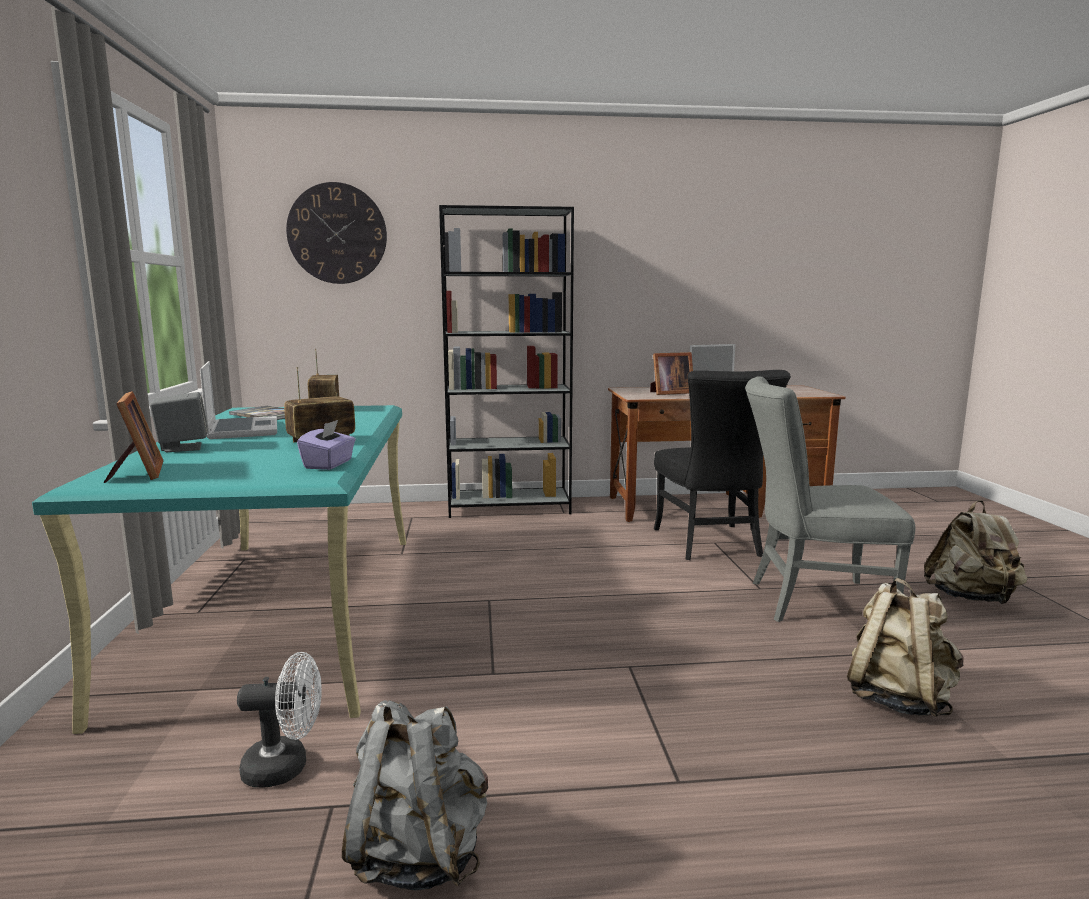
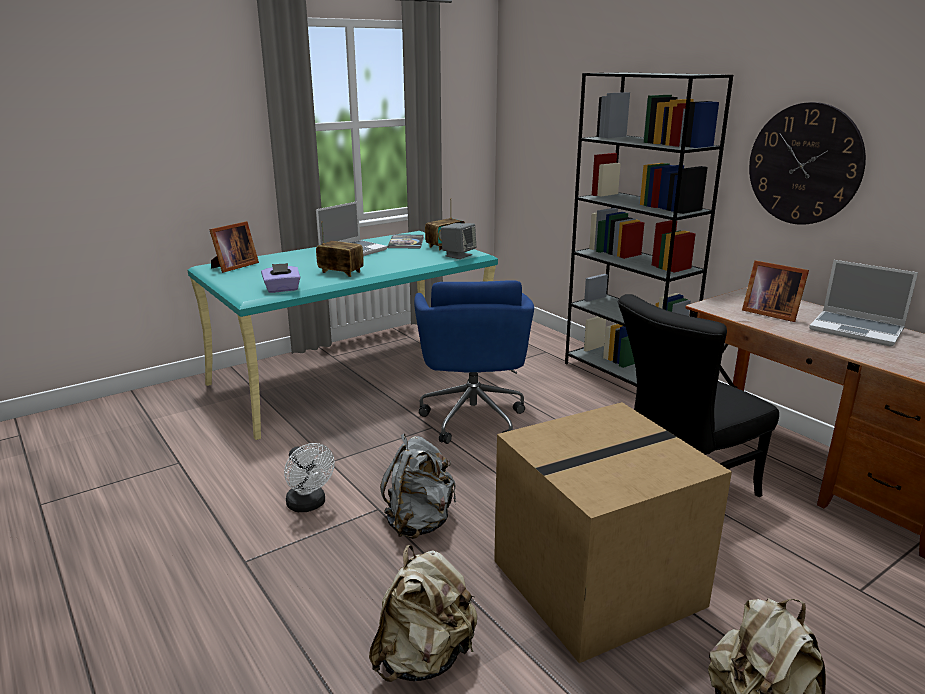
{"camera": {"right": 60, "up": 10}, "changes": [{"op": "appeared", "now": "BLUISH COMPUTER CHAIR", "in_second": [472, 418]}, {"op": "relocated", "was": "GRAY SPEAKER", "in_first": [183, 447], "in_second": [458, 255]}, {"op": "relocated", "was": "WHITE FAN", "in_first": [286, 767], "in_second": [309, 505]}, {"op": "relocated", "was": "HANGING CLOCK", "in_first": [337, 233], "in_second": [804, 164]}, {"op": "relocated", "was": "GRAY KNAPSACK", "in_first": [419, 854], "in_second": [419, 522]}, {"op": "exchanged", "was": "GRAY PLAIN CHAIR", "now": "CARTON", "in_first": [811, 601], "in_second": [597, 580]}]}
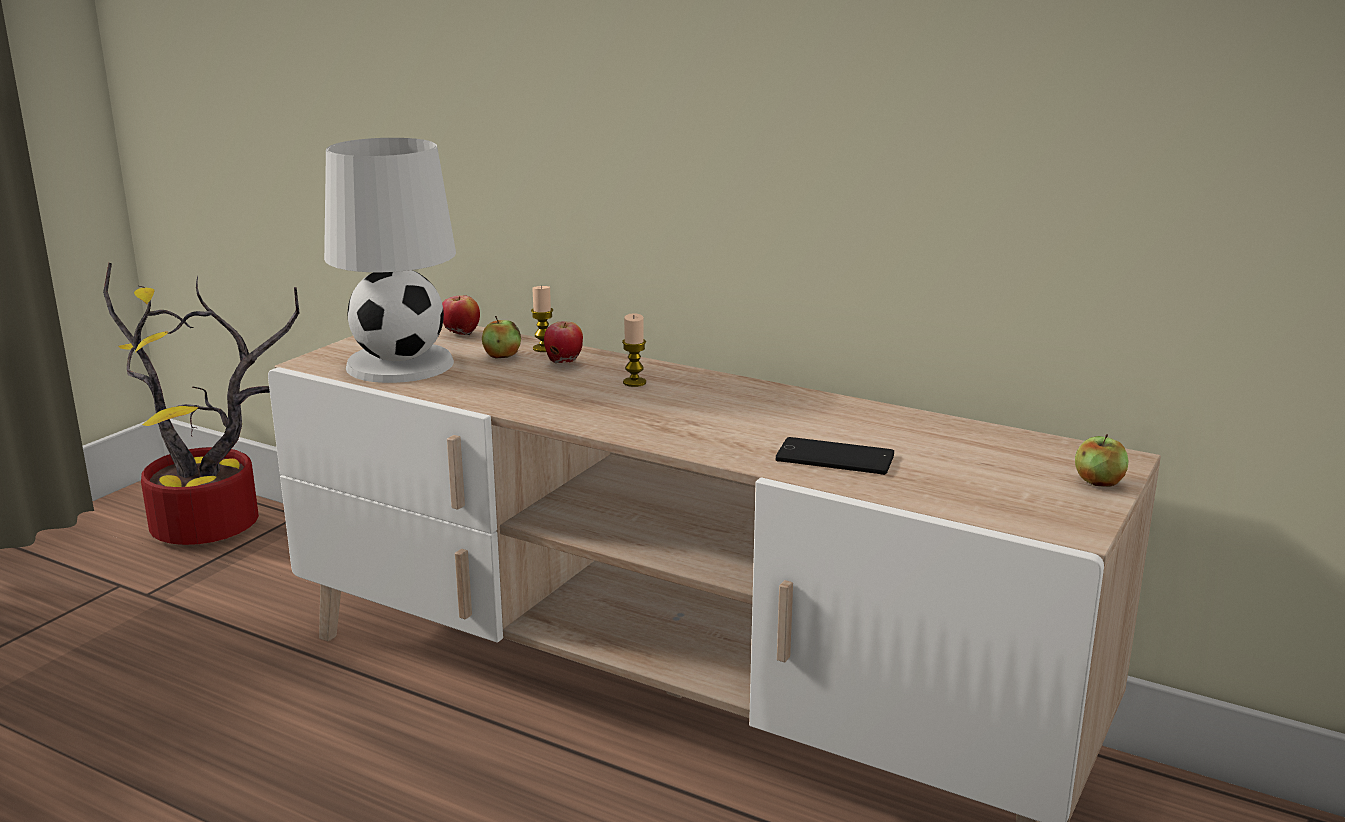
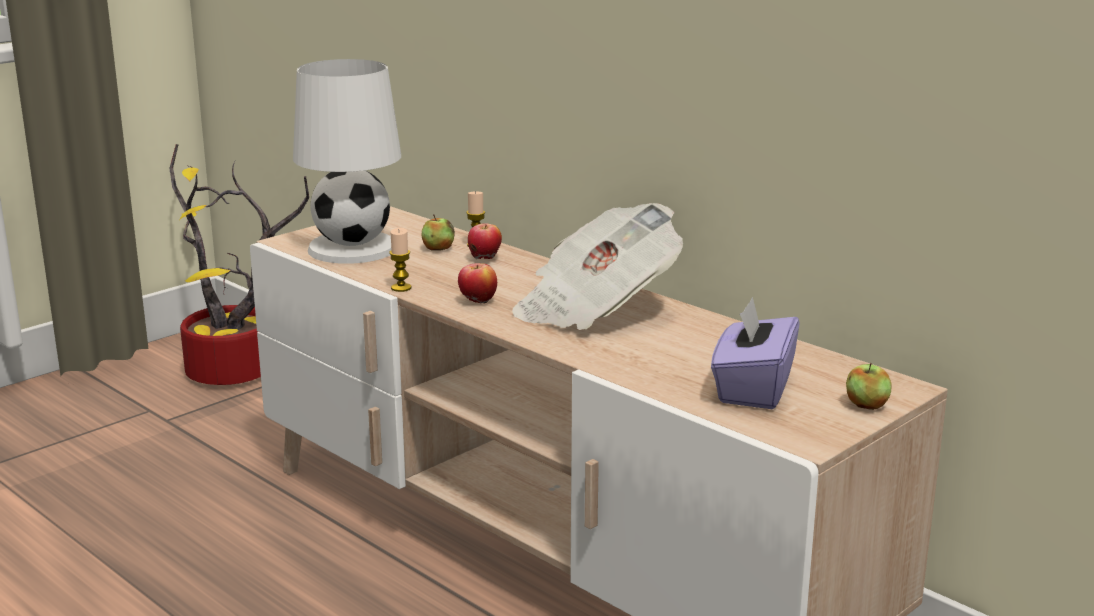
{"camera": {"right": 15, "up": 0}, "changes": [{"op": "missing", "was": "TELEPHONE", "in_first": [835, 458]}, {"op": "appeared", "now": "PRINTED PAPER", "in_second": [595, 308]}, {"op": "appeared", "now": "PURPLISH TISSUE HOLDER", "in_second": [752, 389]}, {"op": "relocated", "was": "APPLE FRUIT", "in_first": [461, 334], "in_second": [478, 302]}, {"op": "relocated", "was": "CANDLE", "in_first": [634, 382], "in_second": [401, 288]}]}
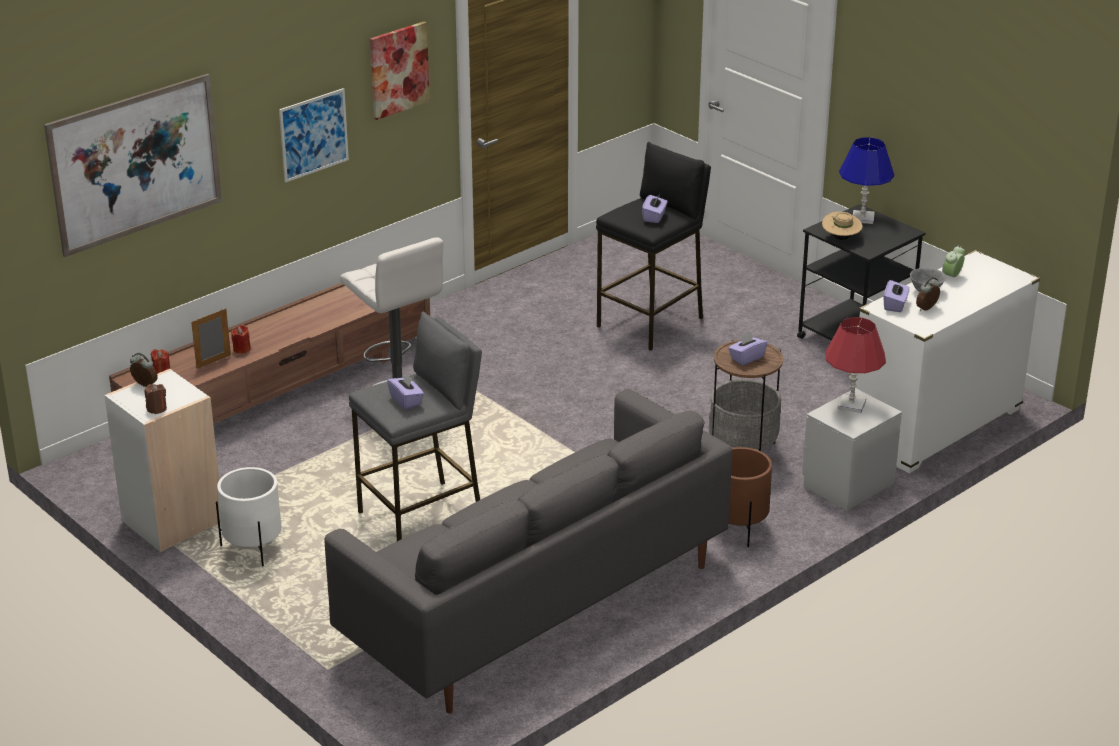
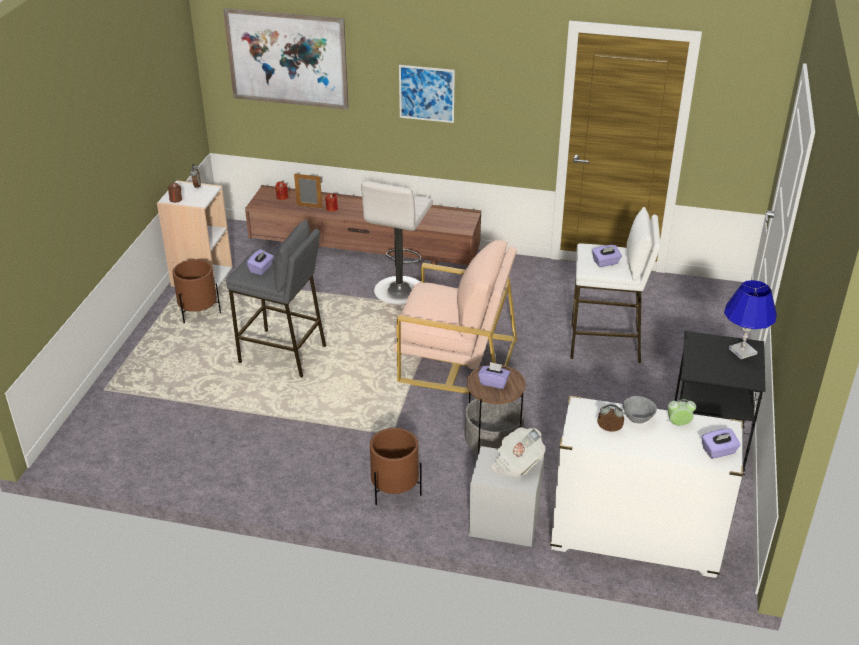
{"camera": {"right": 55, "up": 5}, "changes": [{"op": "missing", "was": "GRAY COUCH", "in_first": [534, 604]}, {"op": "missing", "was": "WALL ART", "in_first": [398, 70]}, {"op": "missing", "was": "BEIGE-COLOURED HAT", "in_first": [841, 238]}, {"op": "appeared", "now": "BEIGE-COLOURED ARMCHAIR", "in_second": [456, 359]}, {"op": "relocated", "was": "PURPLISH TISSUE HOLDER", "in_first": [895, 305], "in_second": [719, 451]}, {"op": "exchanged", "was": "REDDISH LAMP FOR A TABLE", "now": "PRINTED PAPER", "in_first": [851, 405], "in_second": [516, 463]}, {"op": "colour", "was": "WHITE FLOWER POT", "now": "BROWN-COLOURED FLOWER POT", "in_first": [253, 549], "in_second": [199, 313]}, {"op": "colour", "was": "BLACK-COLOURED SITTING STOOL", "now": "WHITE SITTING STOOL", "in_first": [651, 322], "in_second": [605, 344]}]}
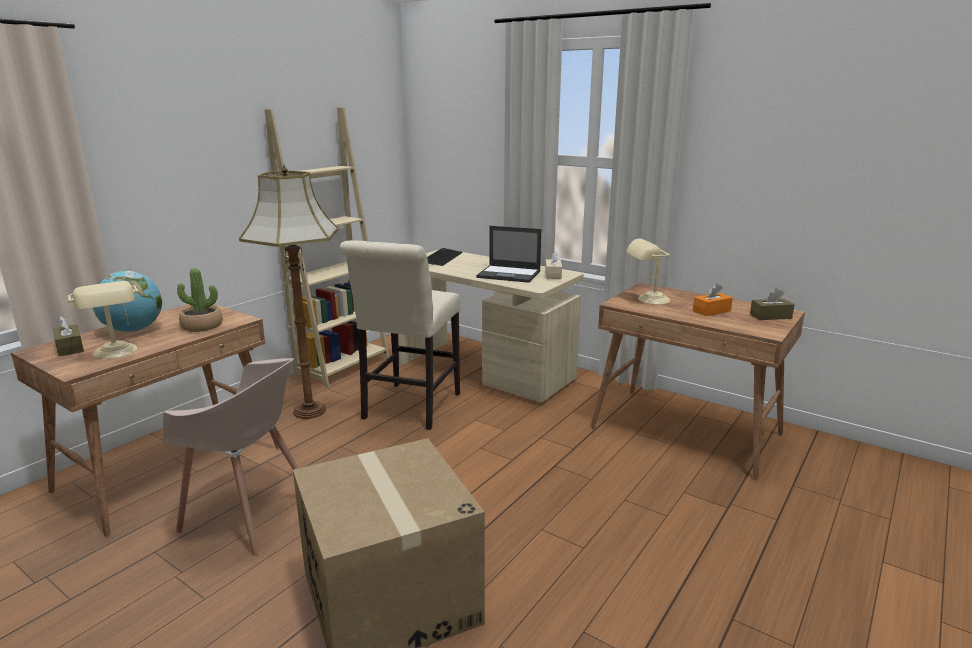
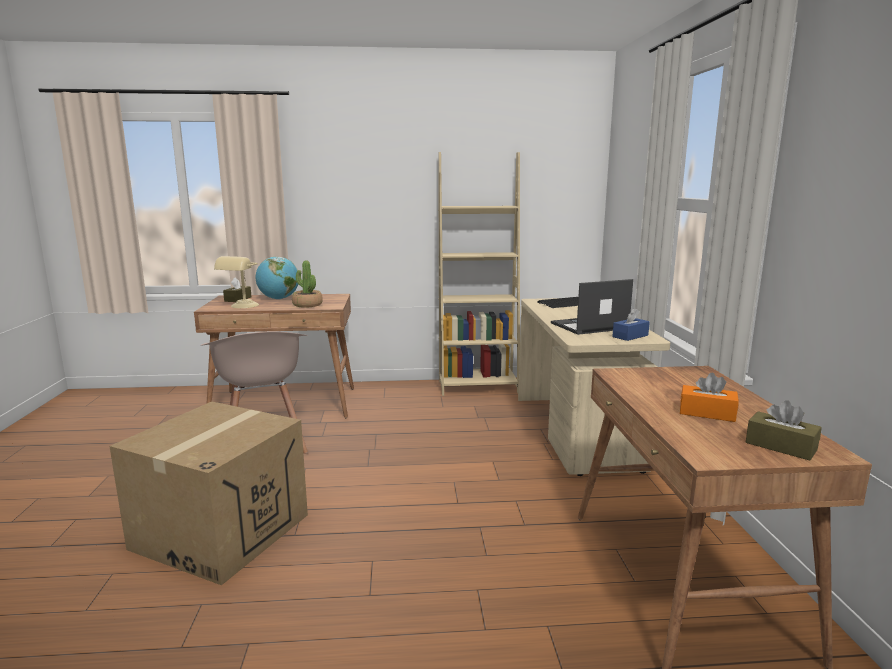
{"camera": {"right": 50, "up": -5}, "changes": [{"op": "missing", "was": "STANDARD LAMP", "in_first": [308, 411]}, {"op": "missing", "was": "BEIGE-COLOURED SITTING STOOL", "in_first": [408, 409]}, {"op": "missing", "was": "BEIGE-COLOURED LAMP FOR A TABLE", "in_first": [648, 300]}, {"op": "colour", "was": "BEIGE-COLOURED TISSUE HOLDER", "now": "BLUISH TISSUE HOLDER", "in_first": [553, 275], "in_second": [630, 336]}, {"op": "spun", "was": "PORTABLE COMPUTER", "in_first": [509, 274], "in_second": [588, 326], "clockwise": 90}]}
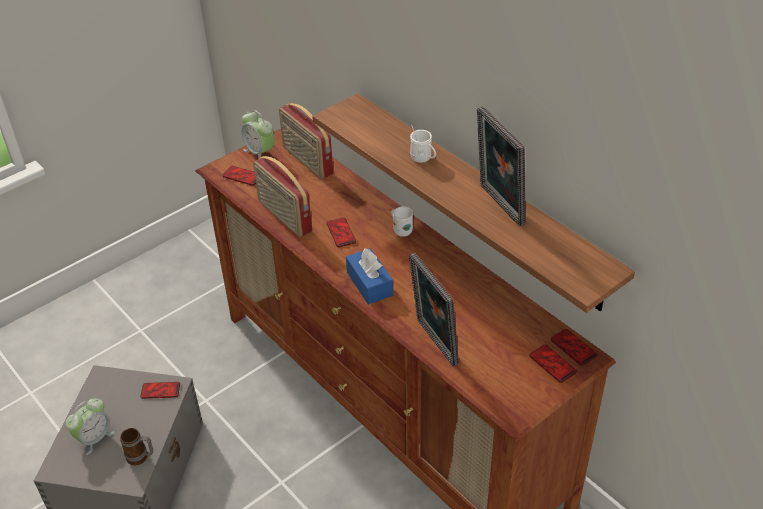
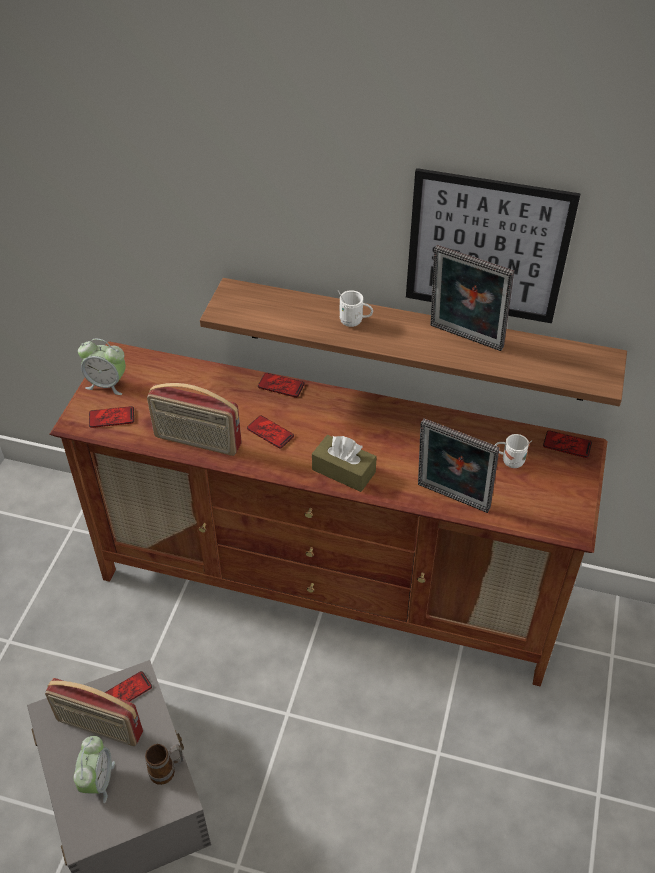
{"camera": {"right": -35, "up": 5}, "changes": [{"op": "appeared", "now": "WALL ART", "in_second": [487, 247]}, {"op": "relocated", "was": "RADIO RECEIVER", "in_first": [307, 161], "in_second": [99, 727]}, {"op": "relocated", "was": "WHITE TEA MUG", "in_first": [401, 230], "in_second": [509, 460]}, {"op": "relocated", "was": "TELEPHONE", "in_first": [552, 364], "in_second": [281, 386]}, {"op": "colour", "was": "BLUISH TISSUE HOLDER", "now": "BROWN-COLOURED TISSUE HOLDER", "in_first": [369, 284], "in_second": [343, 471]}]}
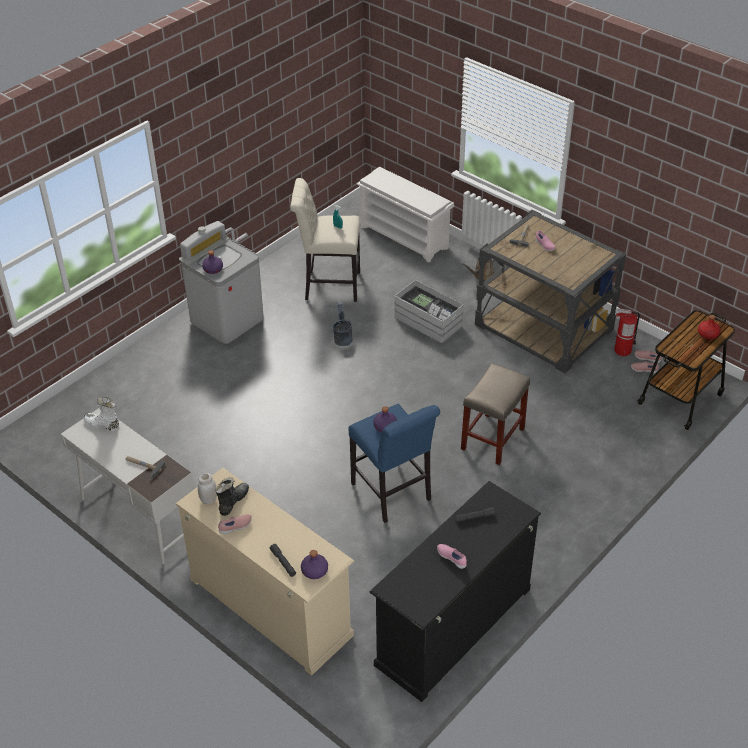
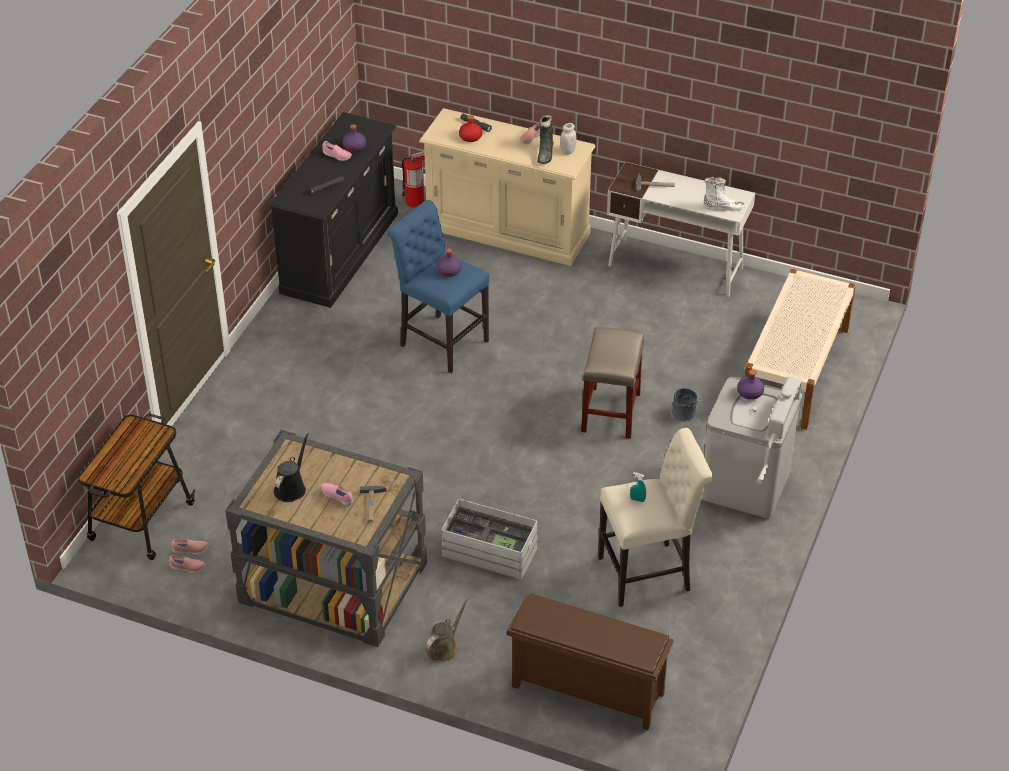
{"camera": {"right": 160, "up": 0}, "changes": [{"op": "appeared", "now": "BLACK-COLOURED WATERING POT", "in_second": [291, 488]}, {"op": "appeared", "now": "BEIGE-COLOURED BENCH", "in_second": [796, 370]}, {"op": "relocated", "was": "PURPLISH BEVERAGE BOTTLE", "in_first": [314, 571], "in_second": [354, 146]}, {"op": "relocated", "was": "GRAY WATER BUCKET", "in_first": [342, 338], "in_second": [686, 416]}, {"op": "relocated", "was": "BEIGE-COLOURED SITTING STOOL", "in_first": [493, 438], "in_second": [611, 413]}, {"op": "relocated", "was": "EXTINGUISHER", "in_first": [622, 350], "in_second": [415, 201]}, {"op": "relocated", "was": "REDDISH BEVERAGE BOTTLE", "in_first": [708, 334], "in_second": [470, 137]}, {"op": "colour", "was": "WHITE SHOE RACK", "now": "BROWN-COLOURED SHOE RACK", "in_first": [405, 237], "in_second": [586, 690]}]}
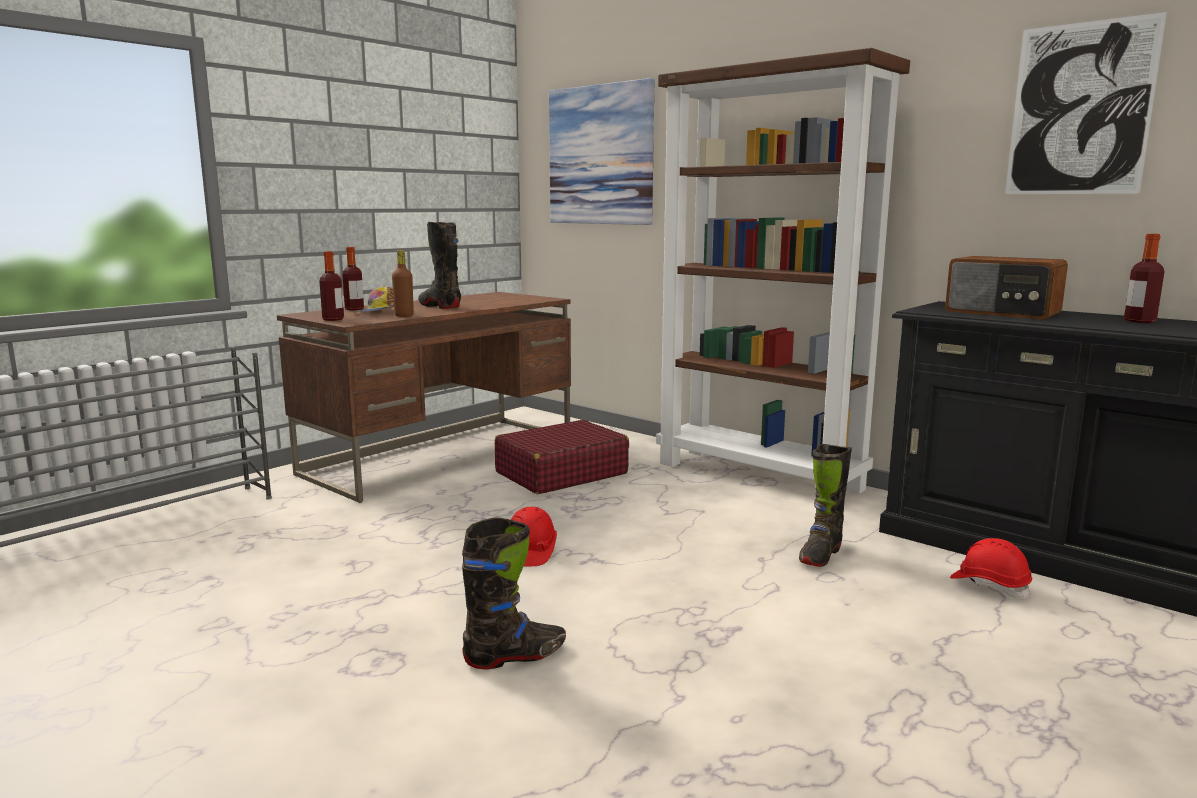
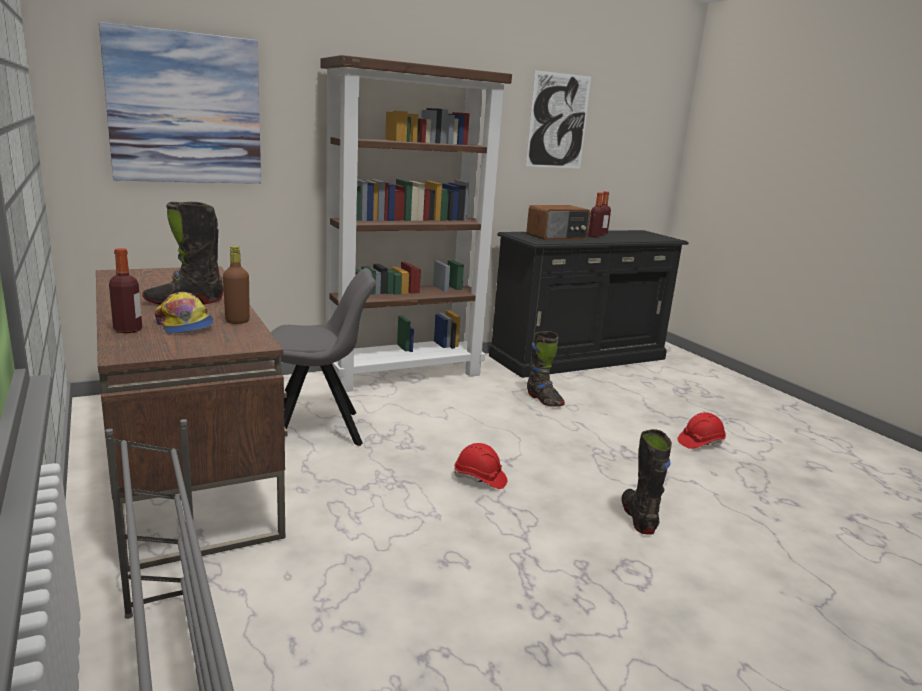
{"camera": {"right": -70, "up": 5}, "changes": [{"op": "relocated", "was": "BEVERAGE BOTTLE", "in_first": [333, 319], "in_second": [594, 236]}, {"op": "relocated", "was": "REDDISH SAFETY HELMET", "in_first": [989, 585], "in_second": [700, 442]}, {"op": "exchanged", "was": "REDDISH SUITCASE", "now": "GRAY PLAIN CHAIR", "in_first": [561, 473], "in_second": [317, 430]}]}
